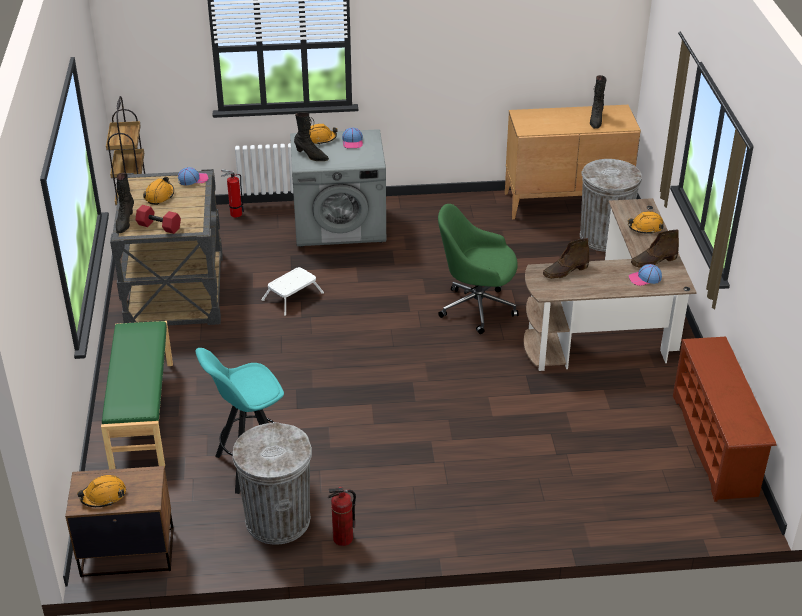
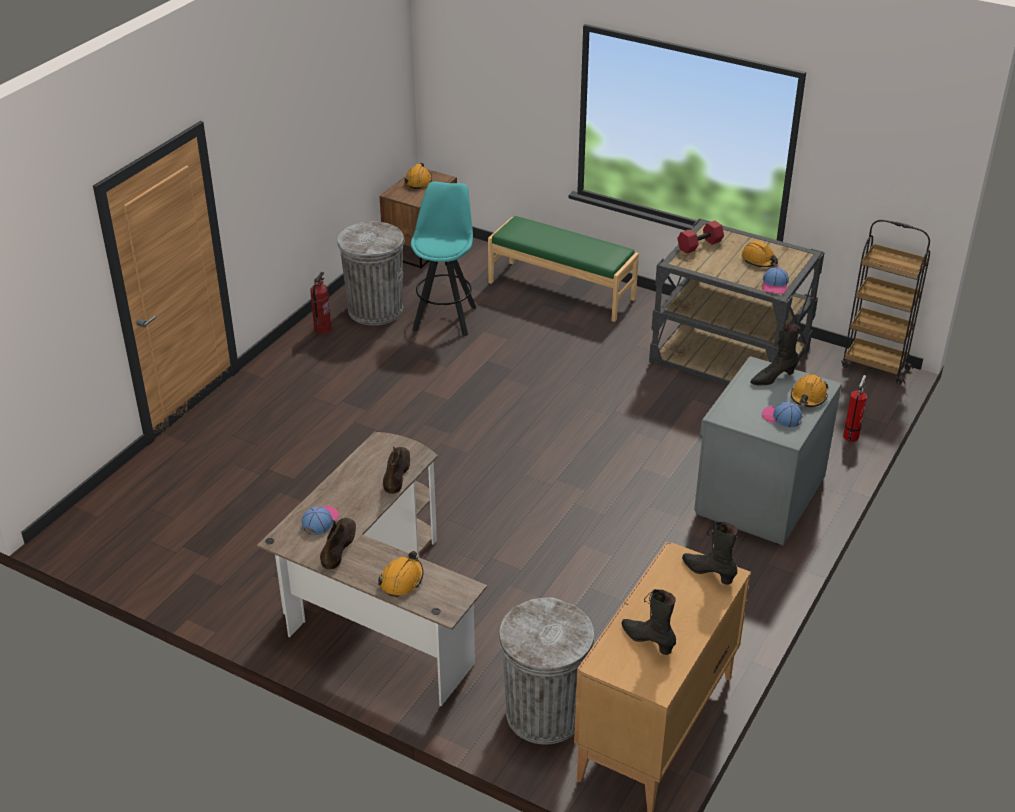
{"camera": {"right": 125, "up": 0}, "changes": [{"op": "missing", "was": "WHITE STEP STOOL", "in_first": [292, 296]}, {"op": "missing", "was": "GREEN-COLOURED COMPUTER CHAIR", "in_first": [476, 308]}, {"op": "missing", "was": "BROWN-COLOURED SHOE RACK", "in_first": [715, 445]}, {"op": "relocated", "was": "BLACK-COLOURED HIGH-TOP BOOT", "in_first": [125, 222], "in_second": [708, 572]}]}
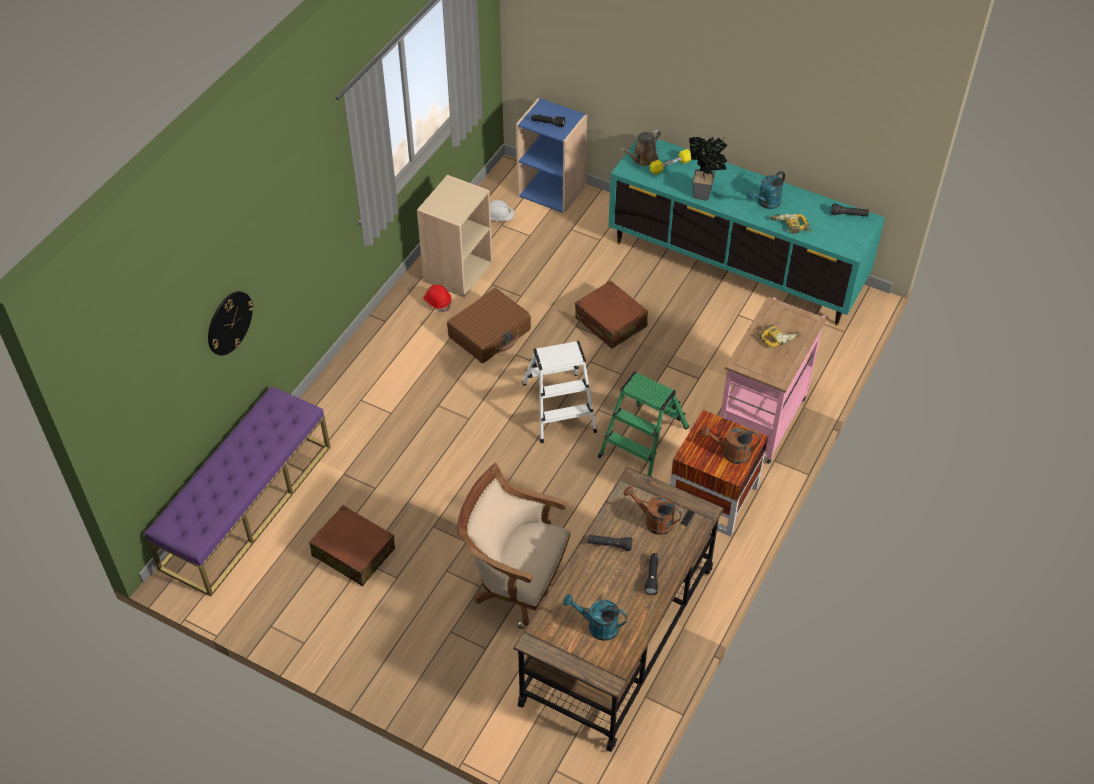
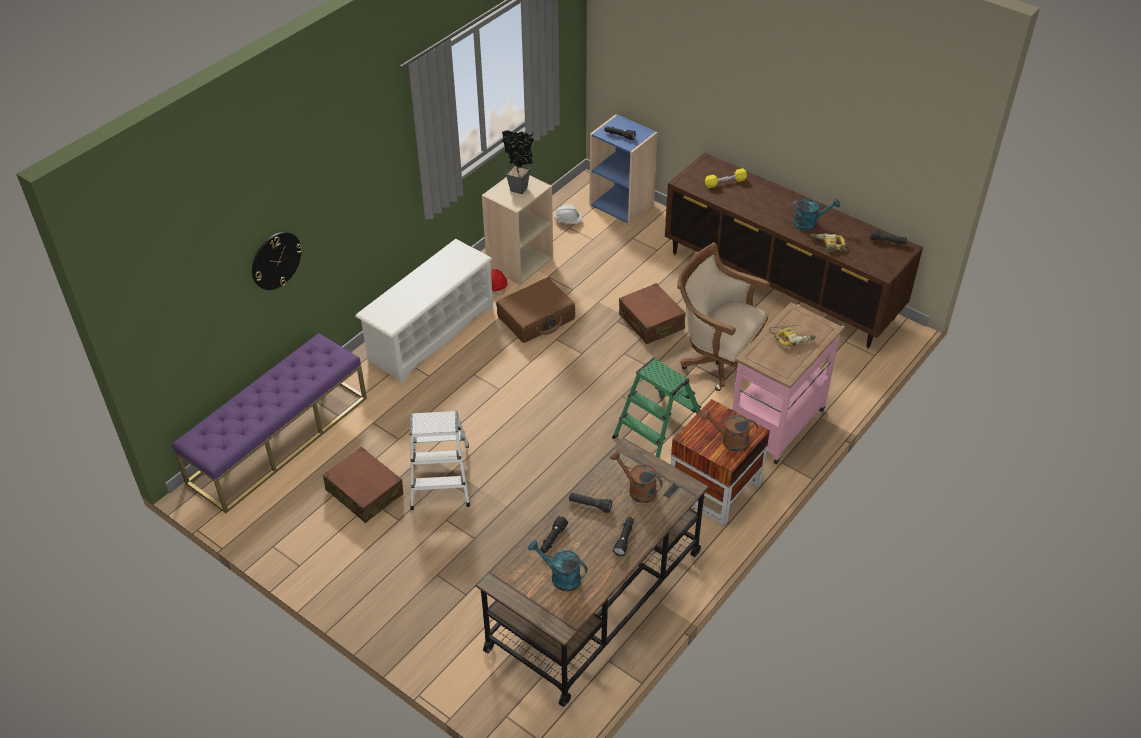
{"camera": {"right": 10, "up": -5}, "changes": [{"op": "missing", "was": "BROWN-COLOURED WATERING POT", "in_first": [643, 159]}, {"op": "appeared", "now": "WHITE SHOE RACK", "in_second": [431, 334]}, {"op": "appeared", "now": "BLACK-COLOURED FLASHLIGHT", "in_second": [552, 539]}, {"op": "relocated", "was": "COMPUTER CHAIR", "in_first": [515, 589], "in_second": [715, 363]}, {"op": "relocated", "was": "WHITE STEP STOOL", "in_first": [559, 406], "in_second": [440, 476]}, {"op": "relocated", "was": "POTTED PLANT", "in_first": [704, 196], "in_second": [520, 190]}, {"op": "colour", "was": "TURQUOISE-COLOURED STORAGE CABINET", "now": "BROWN-COLOURED STORAGE CABINET", "in_first": [735, 266], "in_second": [780, 286]}, {"op": "spun", "was": "TURQUOISE-COLOURED WATERING POT", "in_first": [766, 203], "in_second": [809, 223], "clockwise": -150}]}
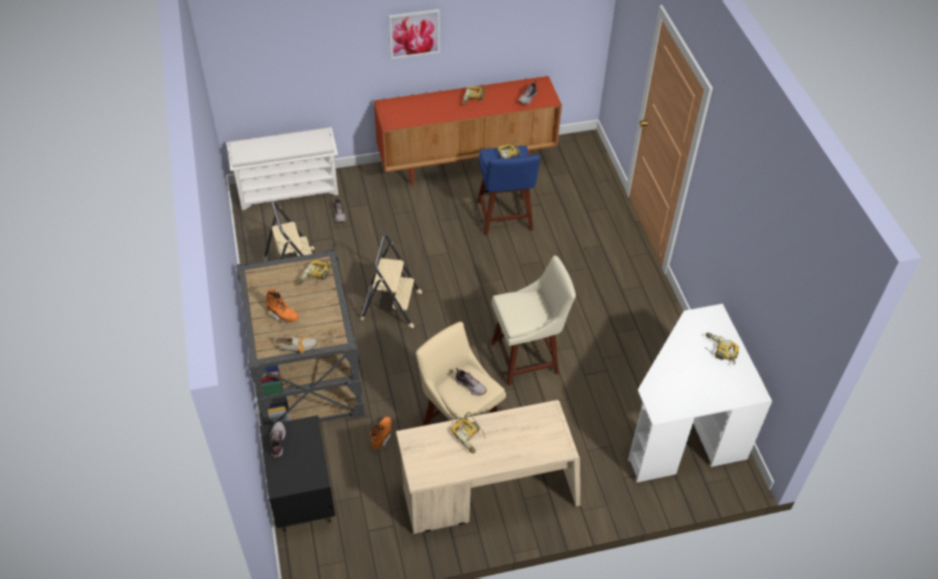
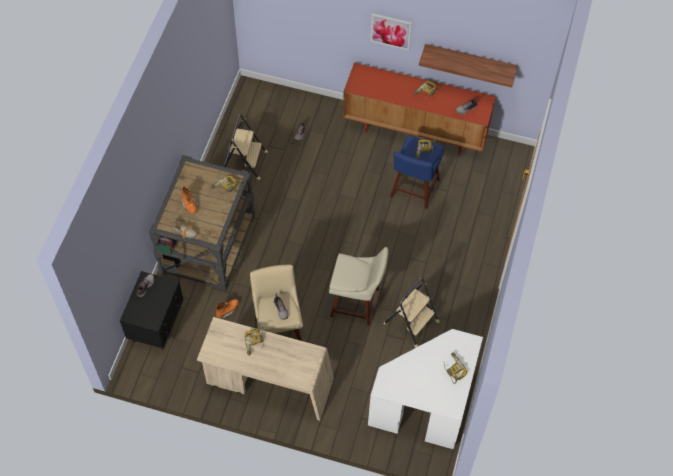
{"camera": {"right": 30, "up": 10}, "changes": [{"op": "missing", "was": "WHITE SHOE RACK", "in_first": [289, 190]}, {"op": "appeared", "now": "BRACKET SHELF", "in_second": [470, 61]}, {"op": "relocated", "was": "BEIGE-COLOURED STEP STOOL", "in_first": [388, 305], "in_second": [409, 321]}]}
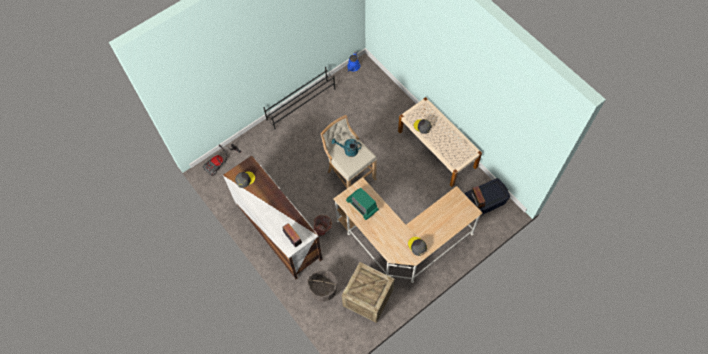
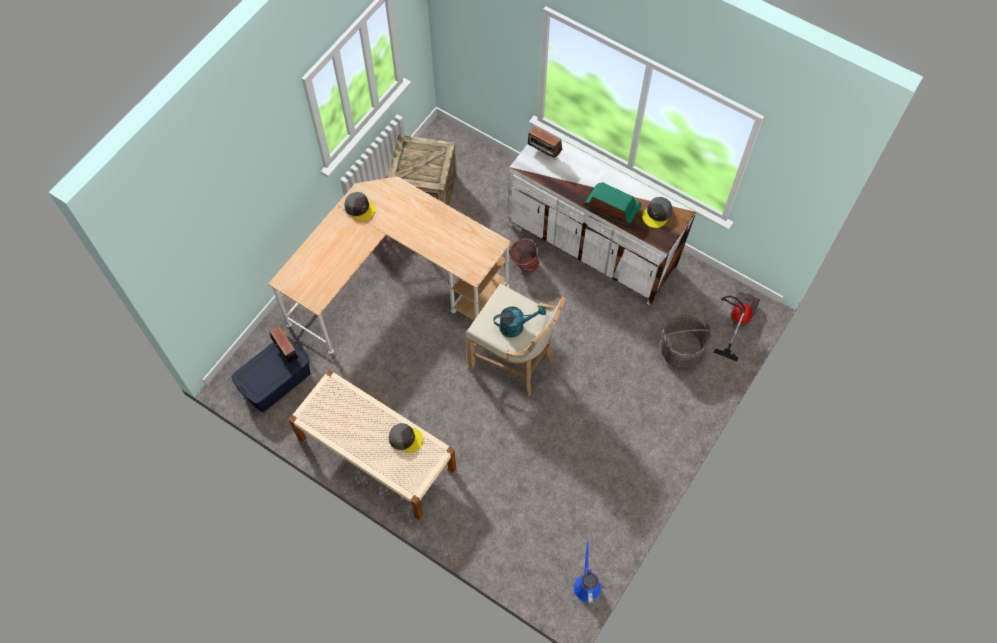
{"camera": {"right": 160, "up": 0}, "changes": [{"op": "missing", "was": "BLACK-COLOURED SHOE RACK", "in_first": [301, 104]}, {"op": "relocated", "was": "GRAY WATER BUCKET", "in_first": [324, 290], "in_second": [680, 351]}, {"op": "relocated", "was": "RADIO RECEIVER", "in_first": [362, 205], "in_second": [612, 208]}]}
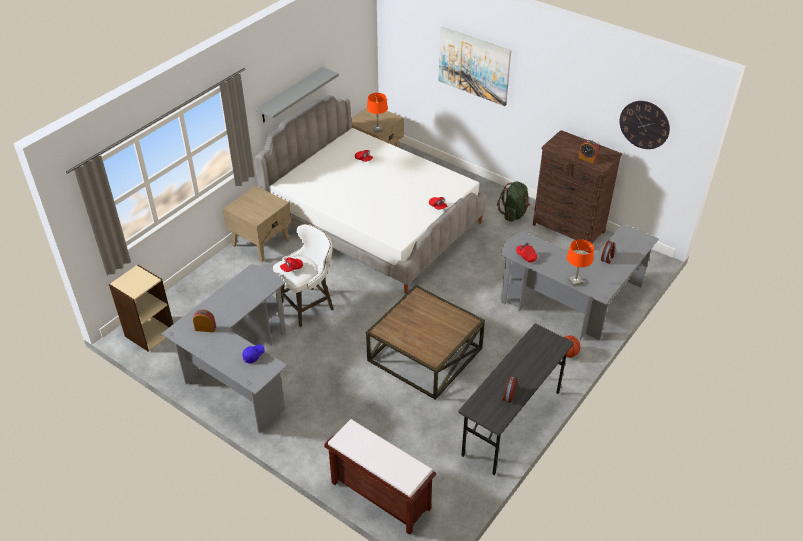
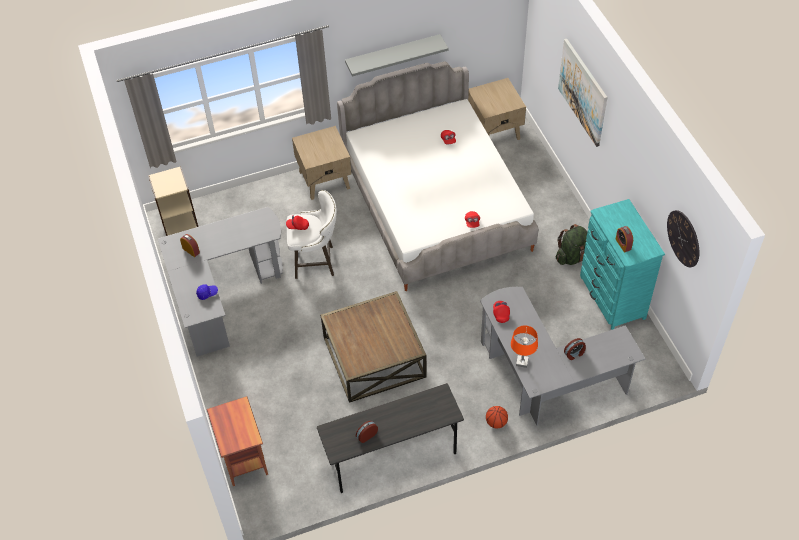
{"camera": {"right": 35, "up": 10}, "changes": [{"op": "missing", "was": "ORANGE LAMP FOR A TABLE", "in_first": [377, 130]}, {"op": "exchanged", "was": "BROWN-COLOURED BENCH", "now": "NIGHT TABLE", "in_first": [379, 495], "in_second": [243, 458]}, {"op": "colour", "was": "BROWN-COLOURED DRAWER CHEST", "now": "TURQUOISE-COLOURED DRAWER CHEST", "in_first": [568, 229], "in_second": [611, 298]}]}
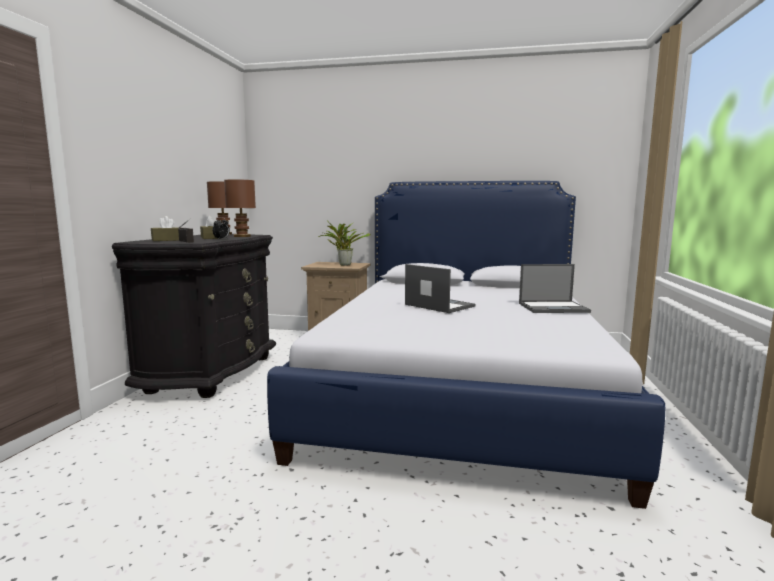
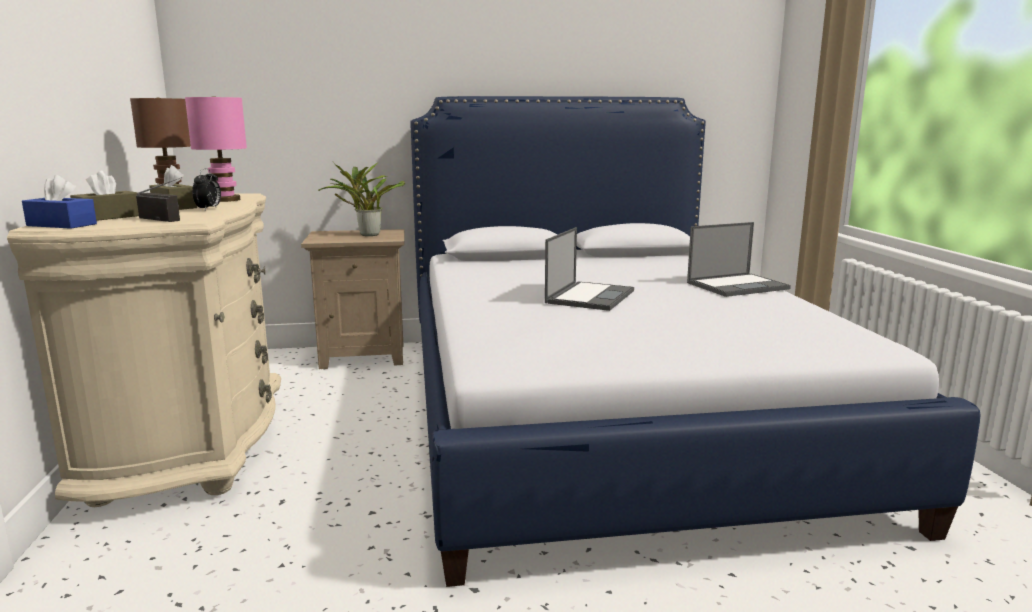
{"camera": {"right": -20, "up": 5}, "changes": [{"op": "appeared", "now": "BLUISH TISSUE HOLDER", "in_second": [61, 225]}, {"op": "colour", "was": "BLACK-COLOURED DRAWER CHEST", "now": "BEIGE-COLOURED DRAWER CHEST", "in_first": [214, 373], "in_second": [195, 446]}, {"op": "colour", "was": "BROWN-COLOURED LAMP FOR A TABLE", "now": "PINK-COLOURED LAMP FOR A TABLE", "in_first": [241, 236], "in_second": [223, 200]}, {"op": "spun", "was": "PORTABLE COMPUTER", "in_first": [438, 305], "in_second": [590, 296], "clockwise": 90}]}
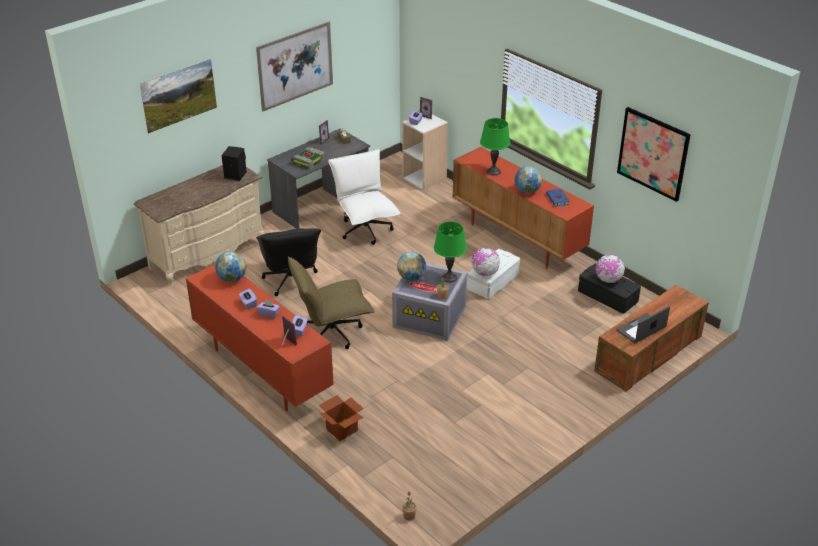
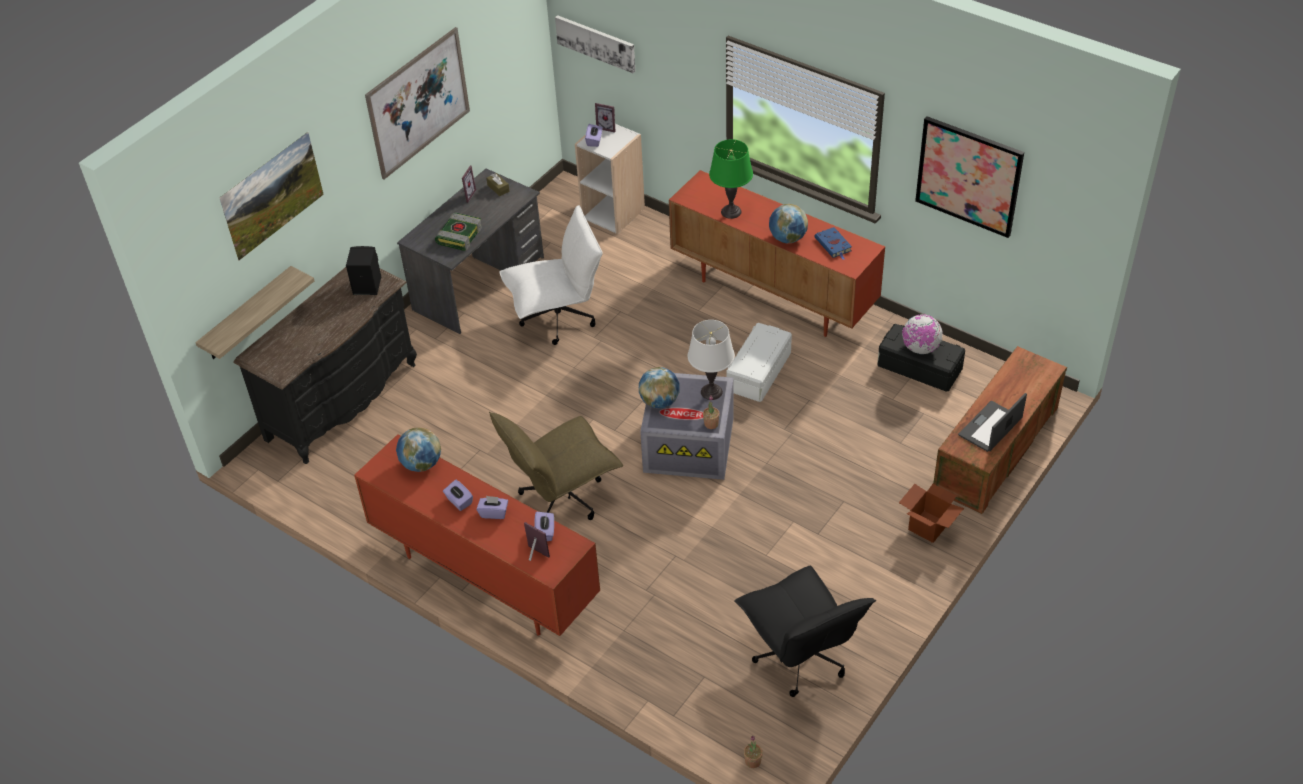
{"camera": {"right": -10, "up": 10}, "changes": [{"op": "missing", "was": "GLOBE", "in_first": [485, 273]}, {"op": "appeared", "now": "BRACKET SHELF", "in_second": [247, 315]}, {"op": "appeared", "now": "WALL ART", "in_second": [596, 43]}, {"op": "relocated", "was": "BLACK-COLOURED COMPUTER CHAIR", "in_first": [290, 280], "in_second": [799, 656]}, {"op": "relocated", "was": "CARTON", "in_first": [342, 430], "in_second": [928, 527]}, {"op": "colour", "was": "BEIGE-COLOURED DRAWER CHEST", "now": "BLACK-COLOURED DRAWER CHEST", "in_first": [209, 256], "in_second": [344, 402]}, {"op": "colour", "was": "GREEN-COLOURED LAMP FOR A TABLE", "now": "WHITE LAMP FOR A TABLE", "in_first": [449, 277], "in_second": [711, 392]}, {"op": "spun", "was": "WHITE COMPUTER CHAIR", "in_first": [366, 230], "in_second": [557, 318], "clockwise": 105}]}
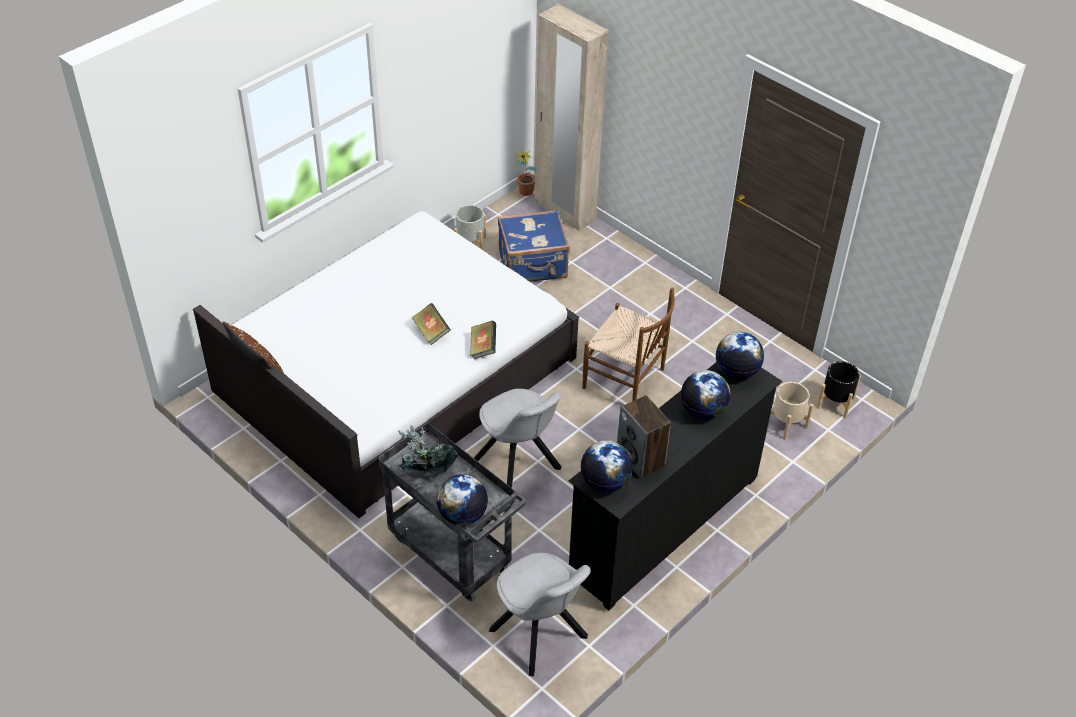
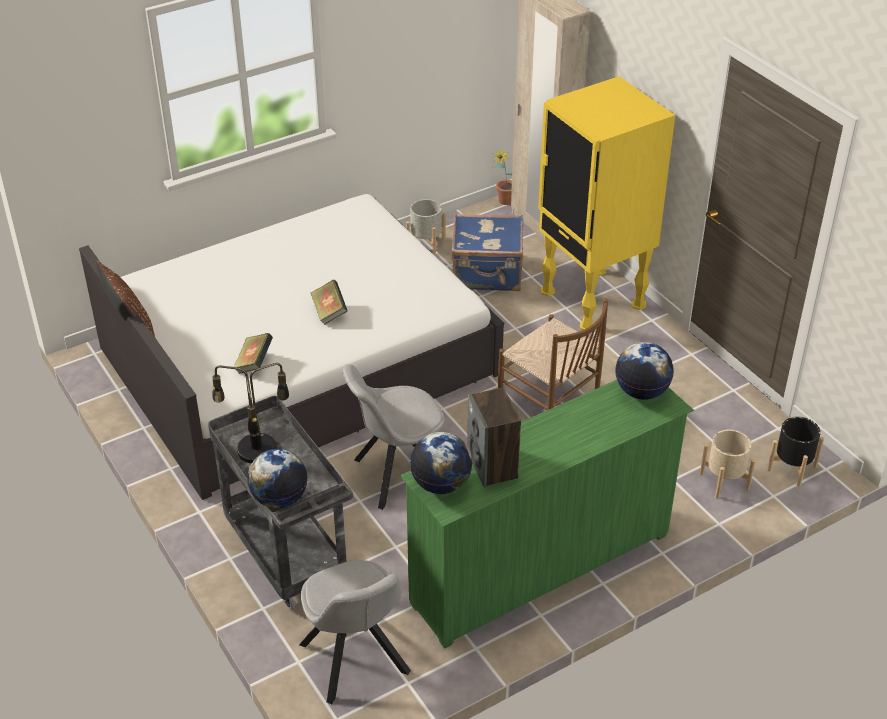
{"camera": {"right": 15, "up": -5}, "changes": [{"op": "missing", "was": "GLOBE", "in_first": [703, 411]}, {"op": "appeared", "now": "YELLOW-COLOURED STORAGE CABINET", "in_second": [592, 299]}, {"op": "relocated", "was": "BOUND BOOK", "in_first": [483, 348], "in_second": [254, 363]}, {"op": "exchanged", "was": "POTTED PLANT", "now": "LAMP FOR A TABLE", "in_first": [426, 475], "in_second": [256, 450]}, {"op": "colour", "was": "BLACK-COLOURED DRAWER CHEST", "now": "GREEN-COLOURED DRAWER CHEST", "in_first": [665, 529], "in_second": [542, 572]}, {"op": "spun", "was": "GRAY PLAIN CHAIR", "in_first": [518, 465], "in_second": [397, 475], "clockwise": 90}]}
